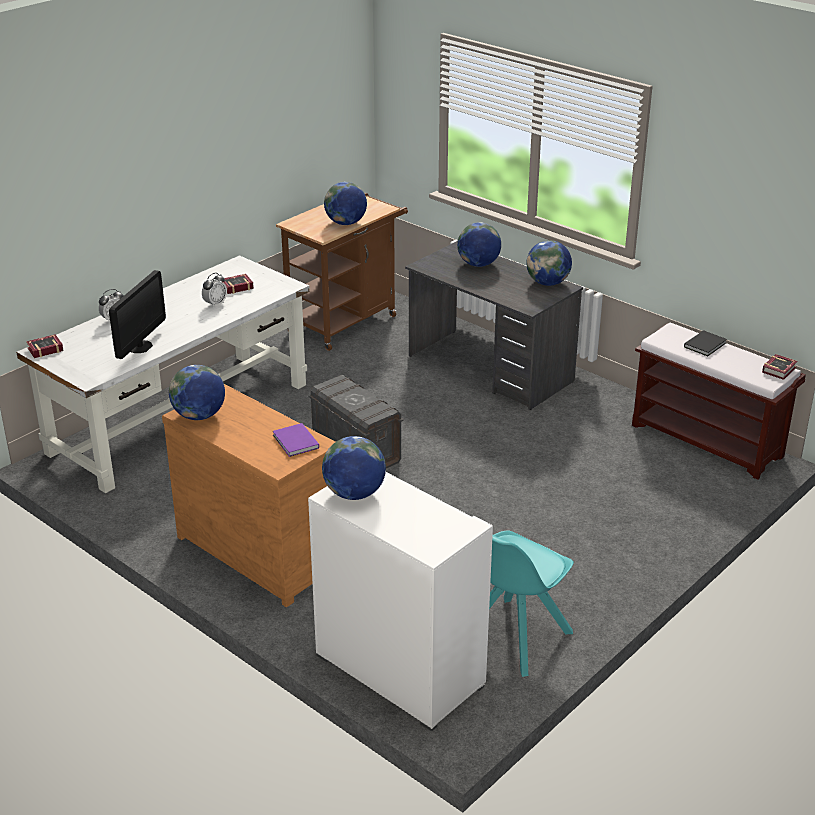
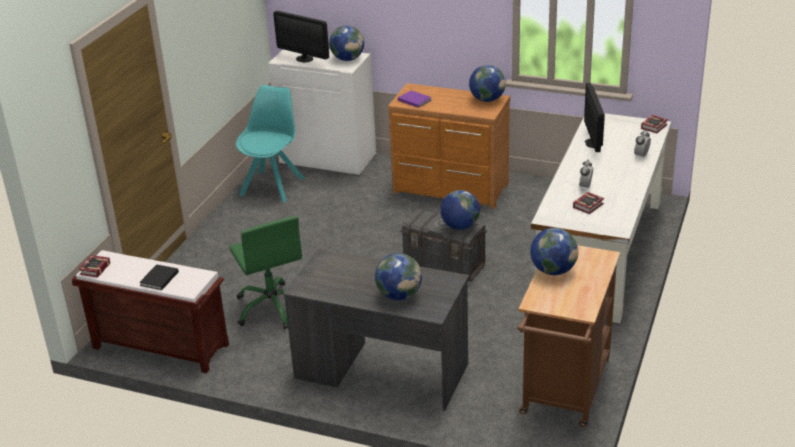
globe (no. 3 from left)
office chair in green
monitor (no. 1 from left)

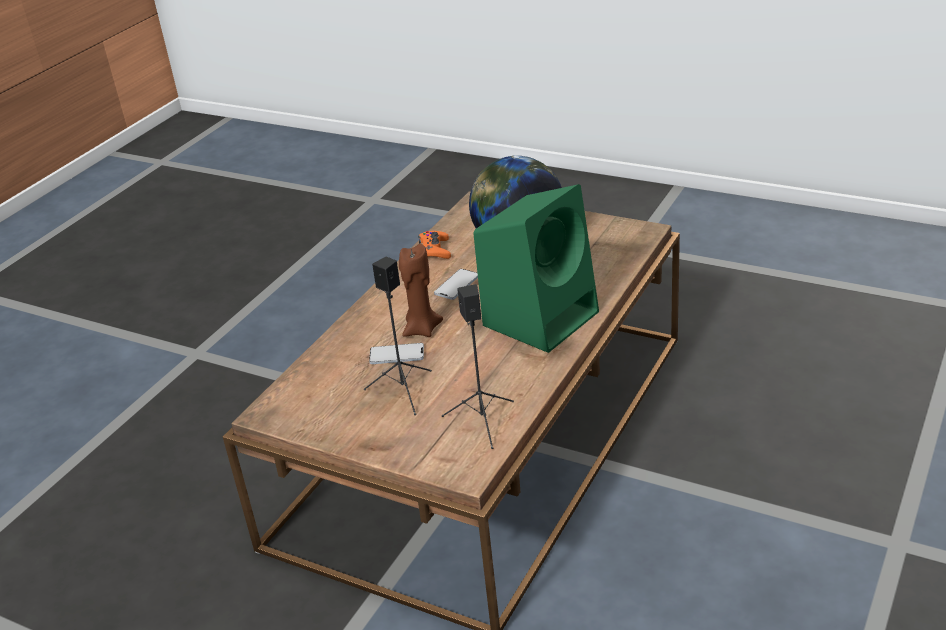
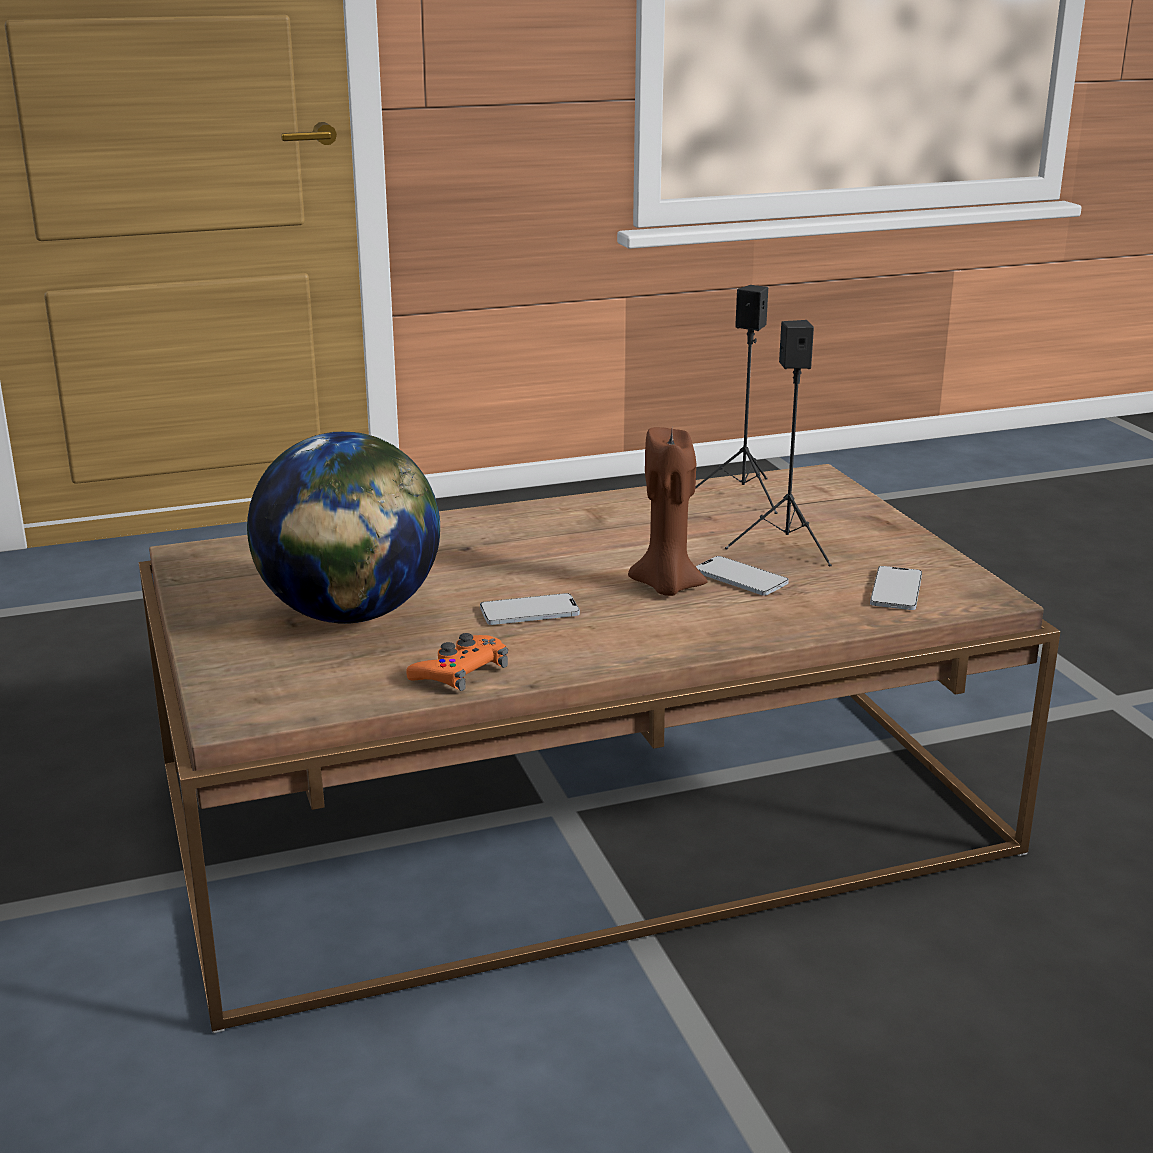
speaker in green
phone (no. 3 from left)

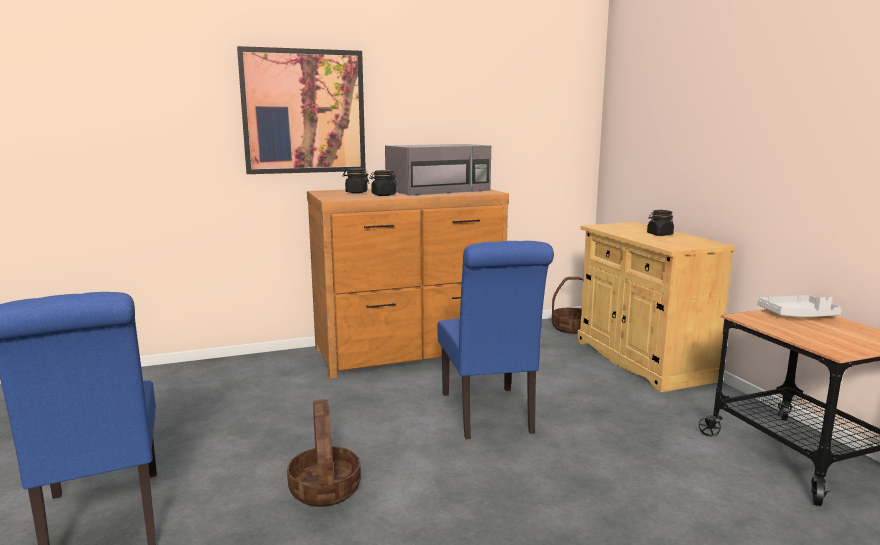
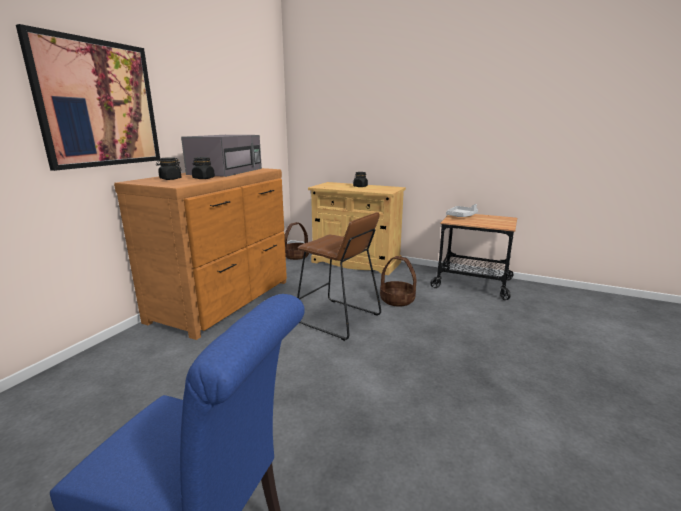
basket (no. 2 from left)
stool in brown

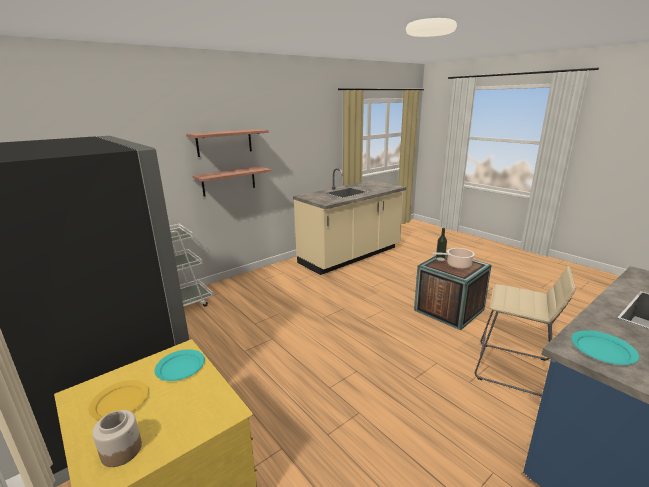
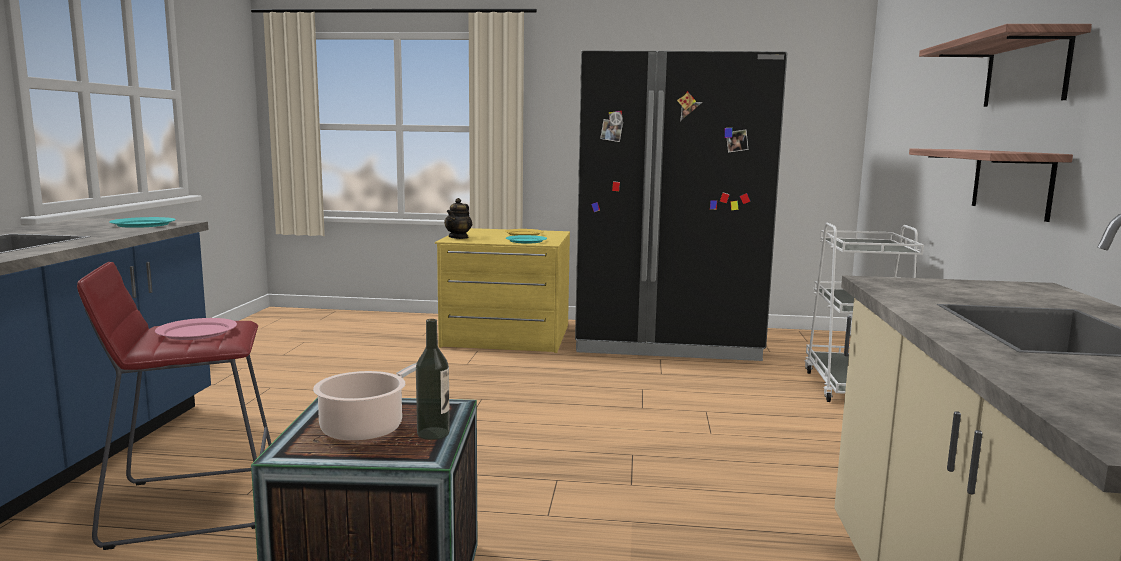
jar
stool in red
plate in pink
teapot

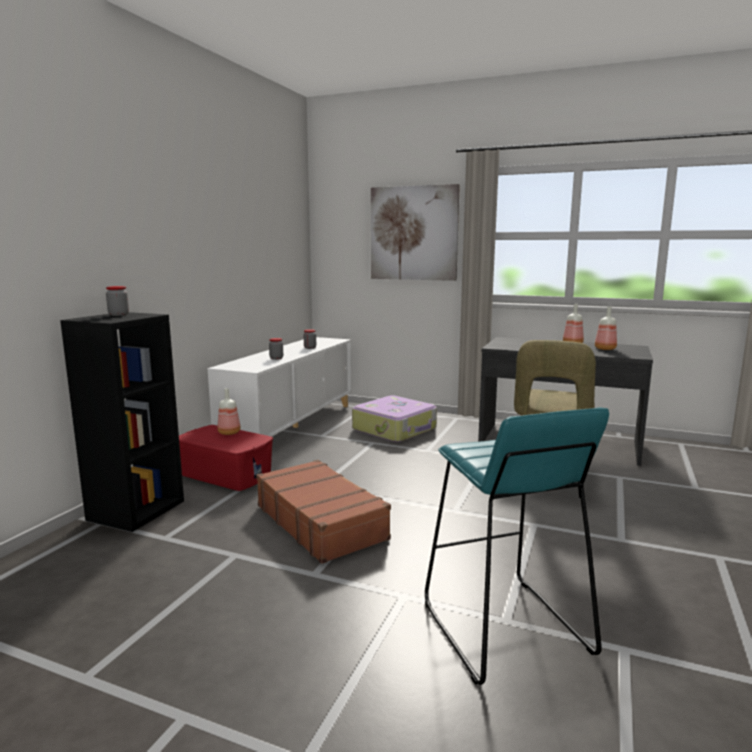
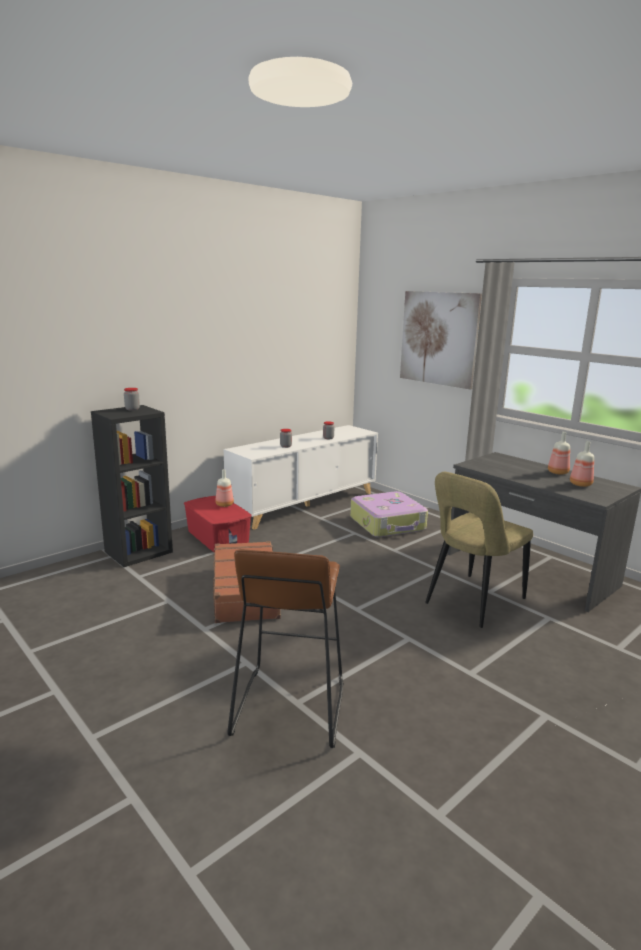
stool in brown

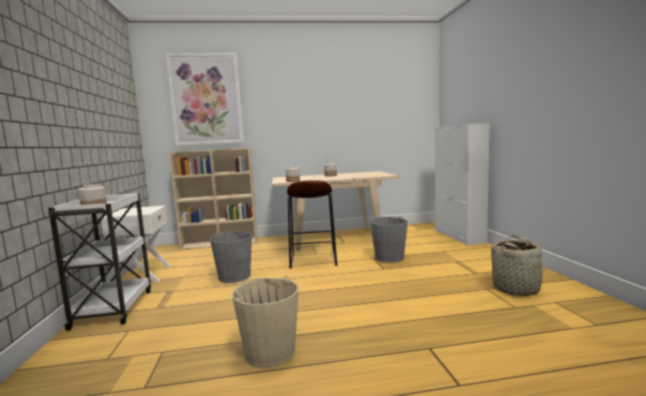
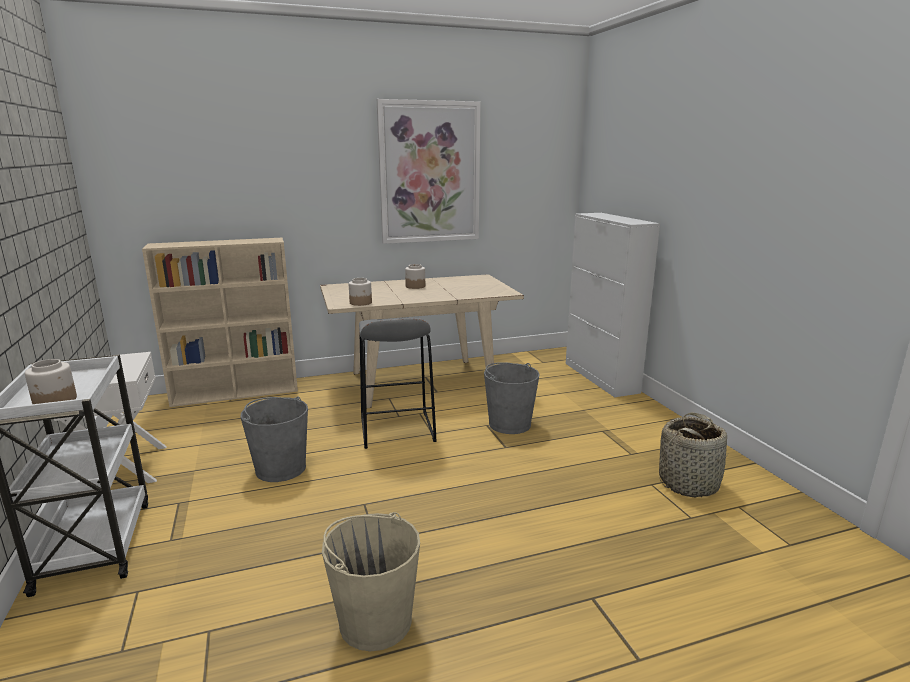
picture
stool in grey

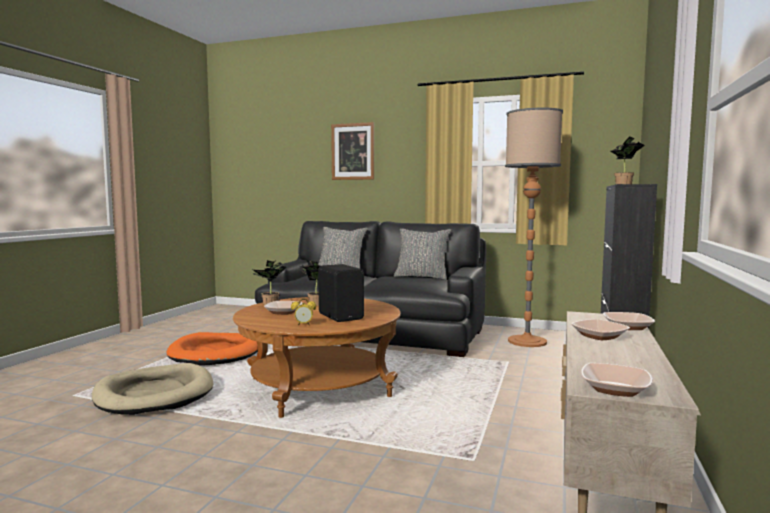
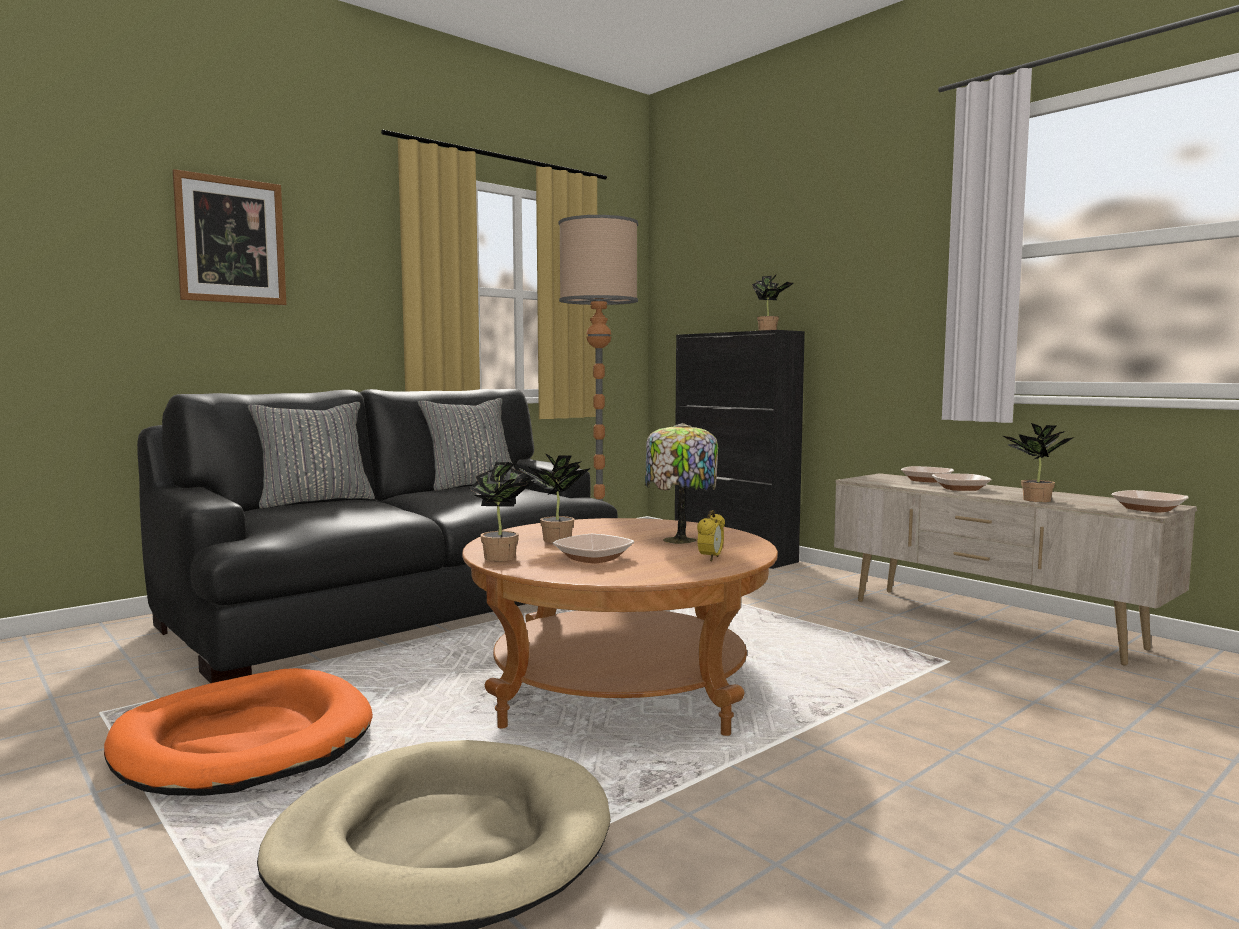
table lamp
potted plant (no. 4 from left)

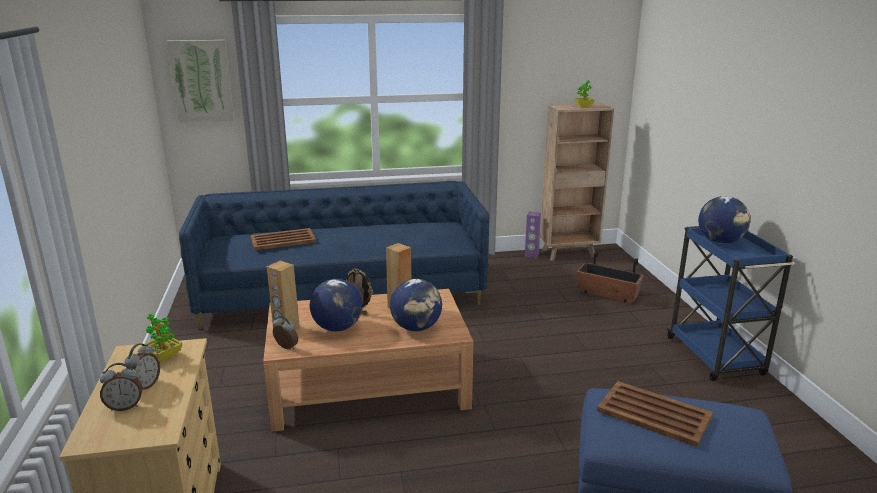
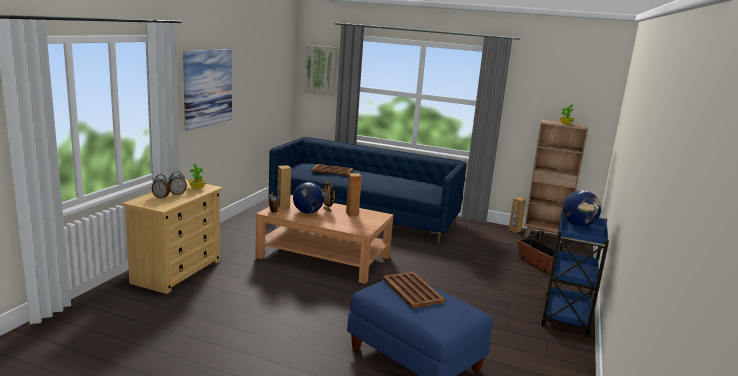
globe (no. 2 from left in the first image)
speaker in brown (no. 3 from left)
picture (no. 1 from left)

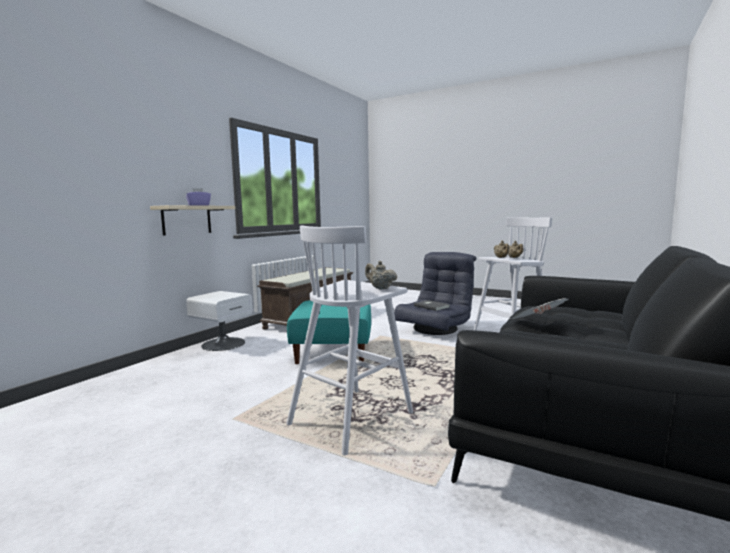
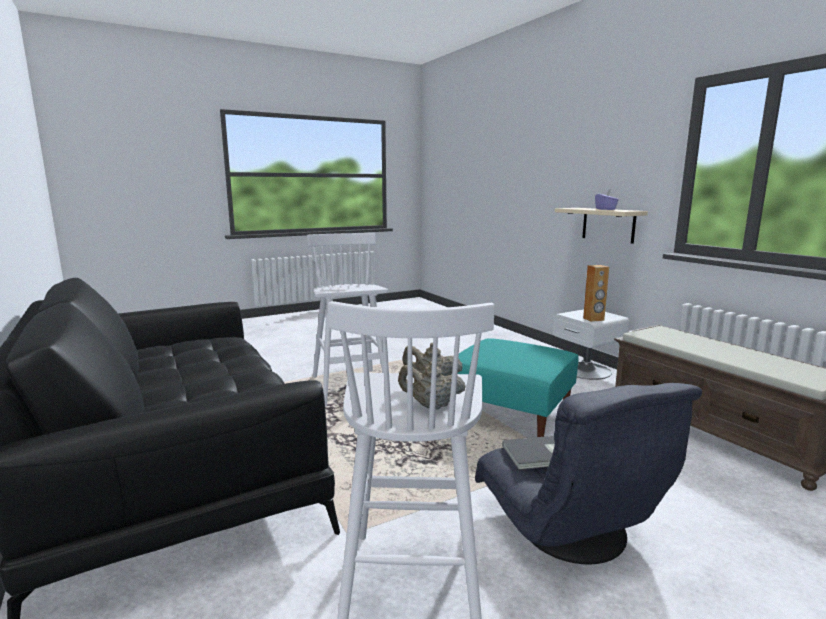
teapot in beige (no. 1 from left in the first image)
newspaper
speaker in brown

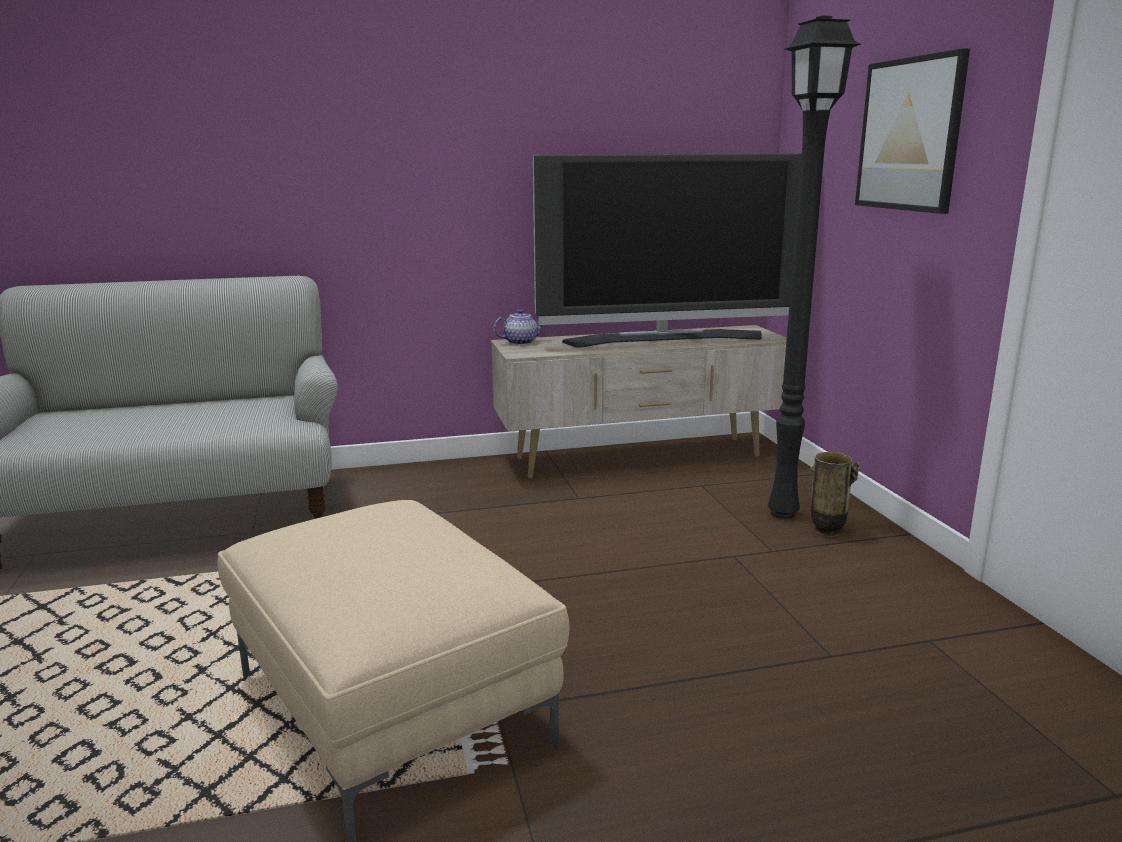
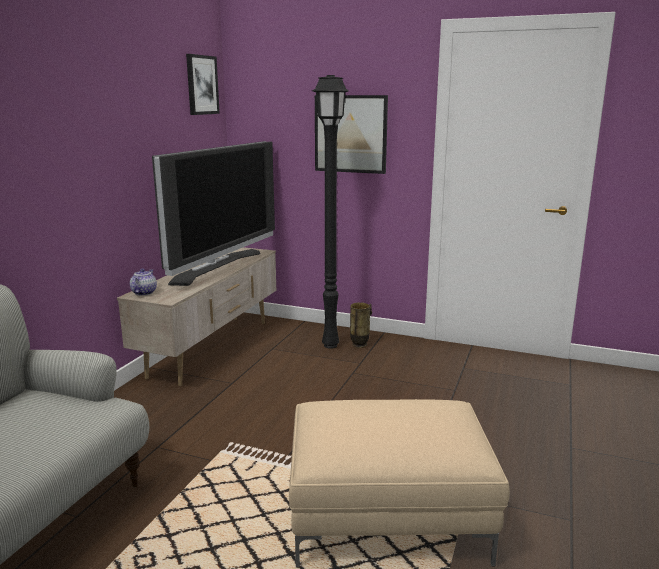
picture (no. 1 from left)

